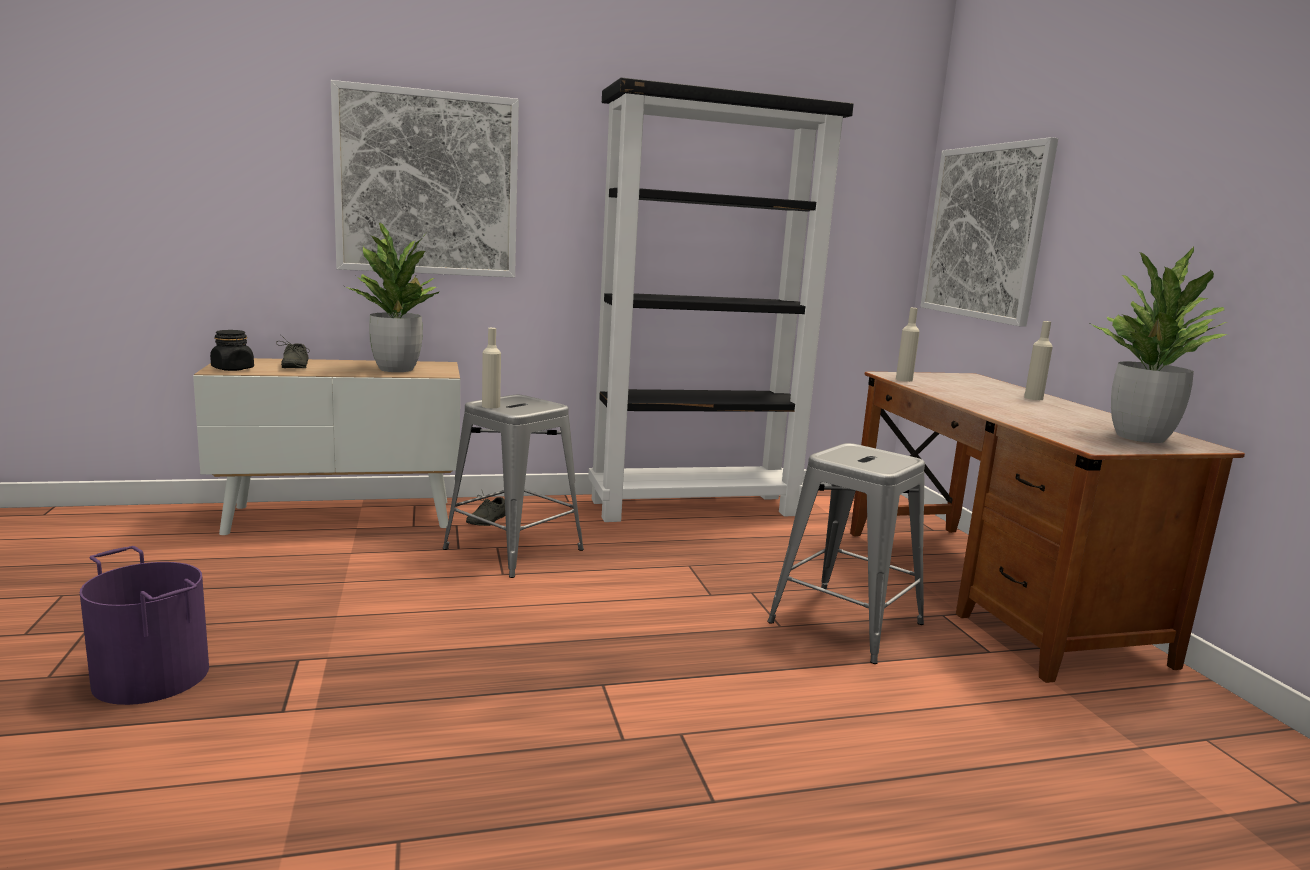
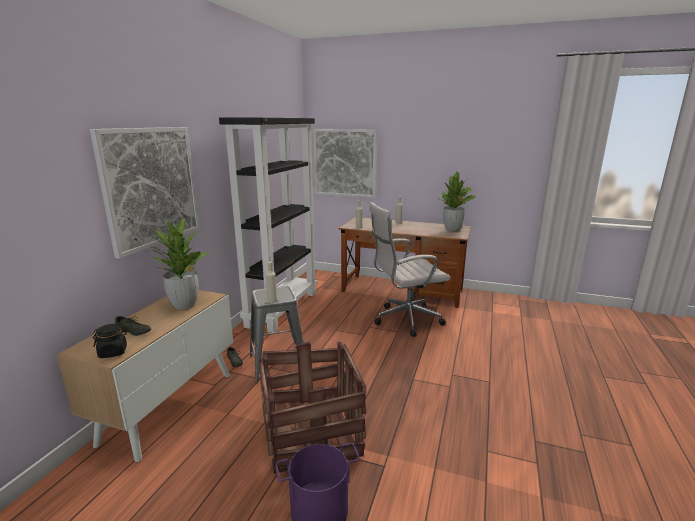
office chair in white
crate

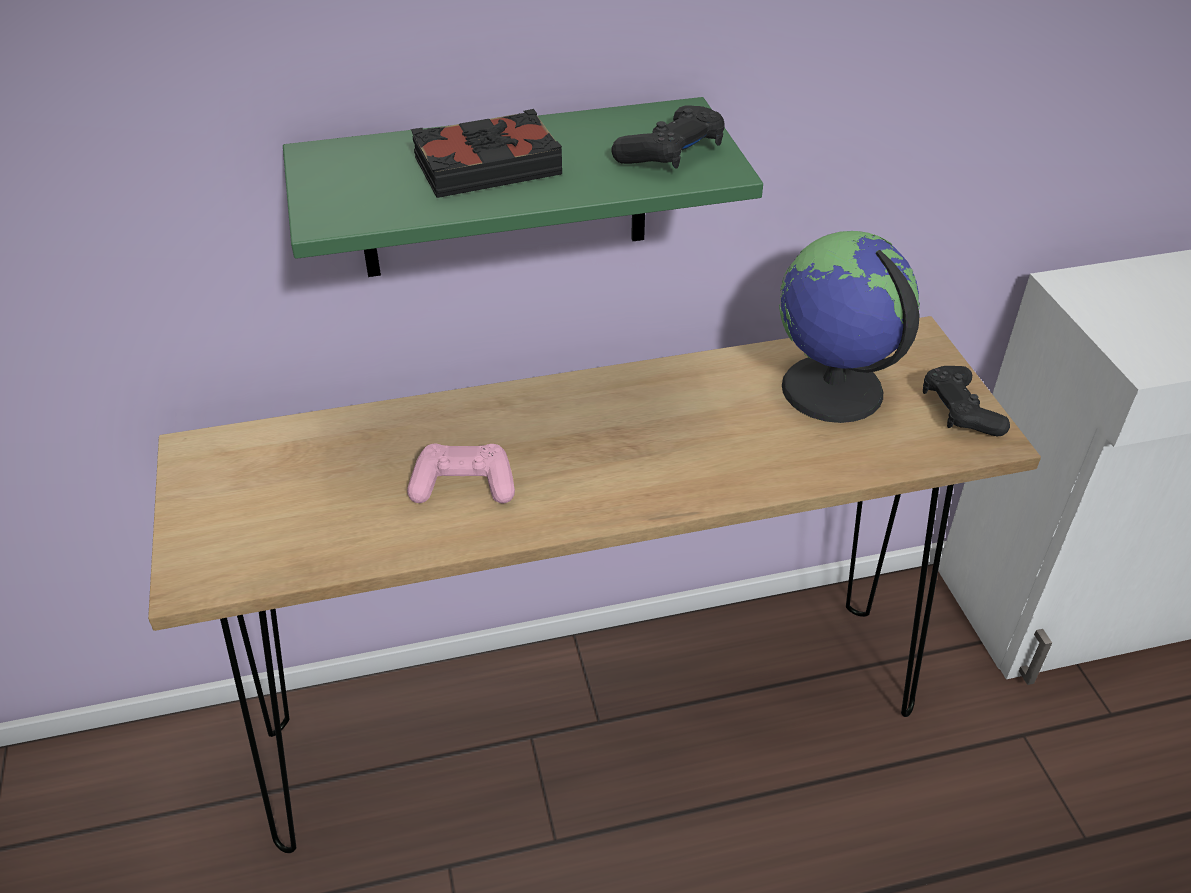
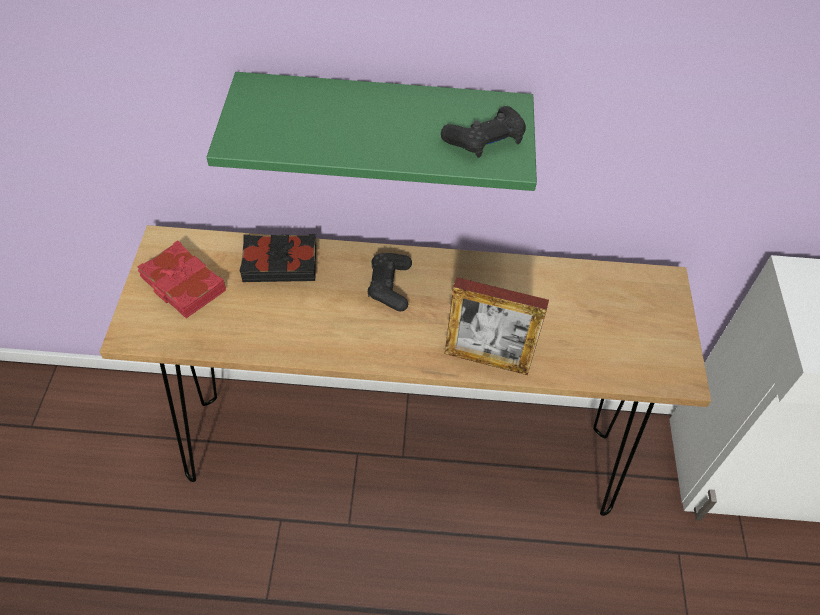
game controller in pink
book in black
globe
game controller in black (no. 1 from left)
book in red
picture frame

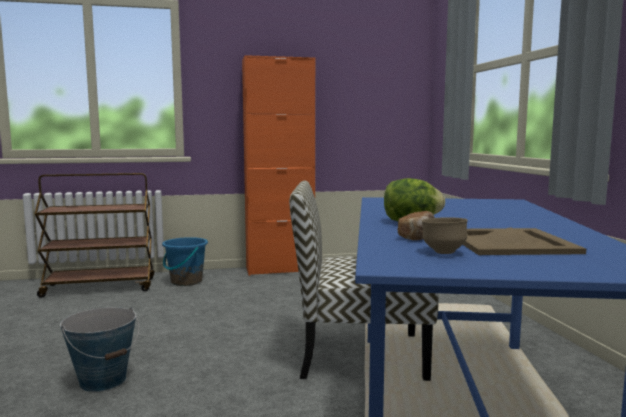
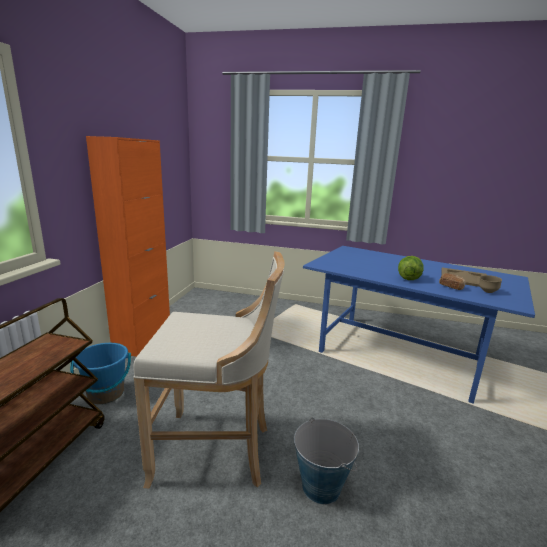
chair
stool in beige

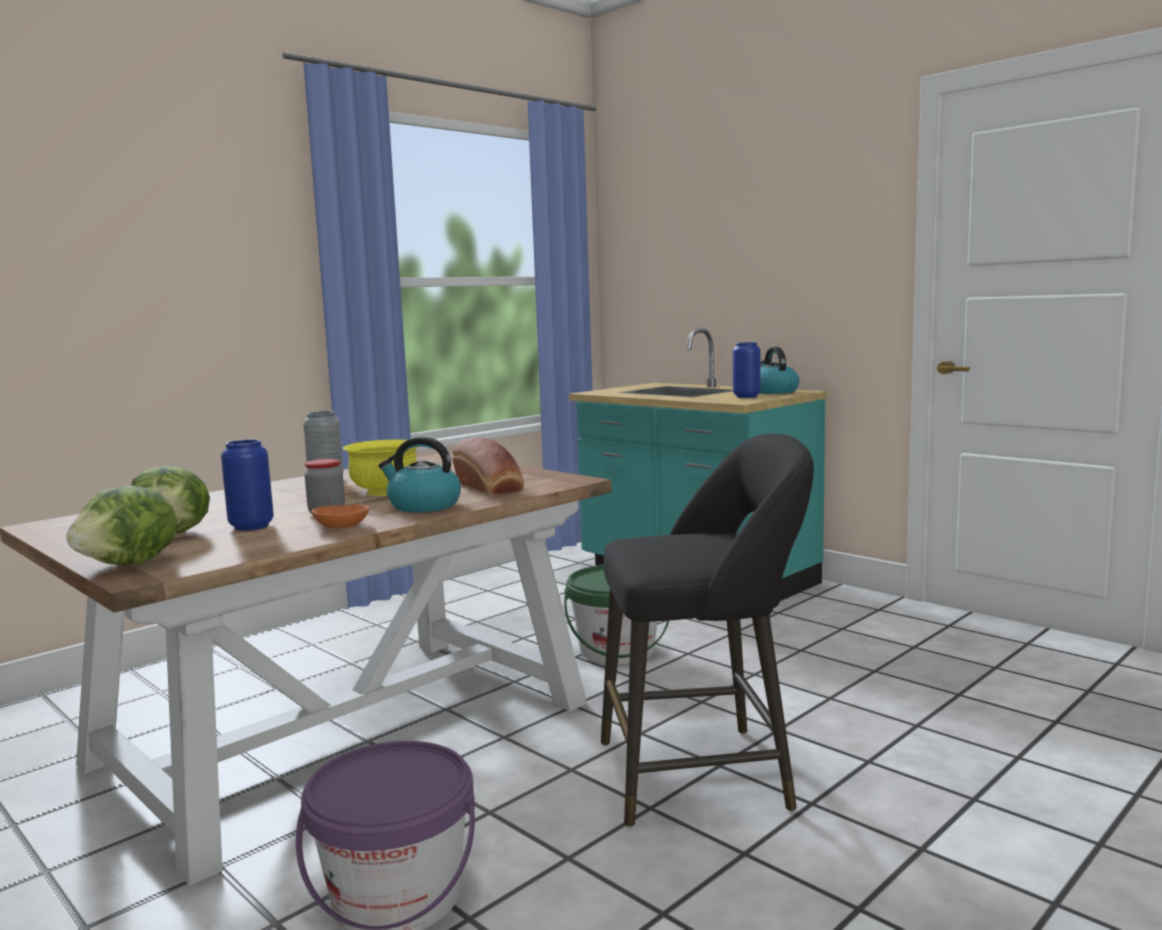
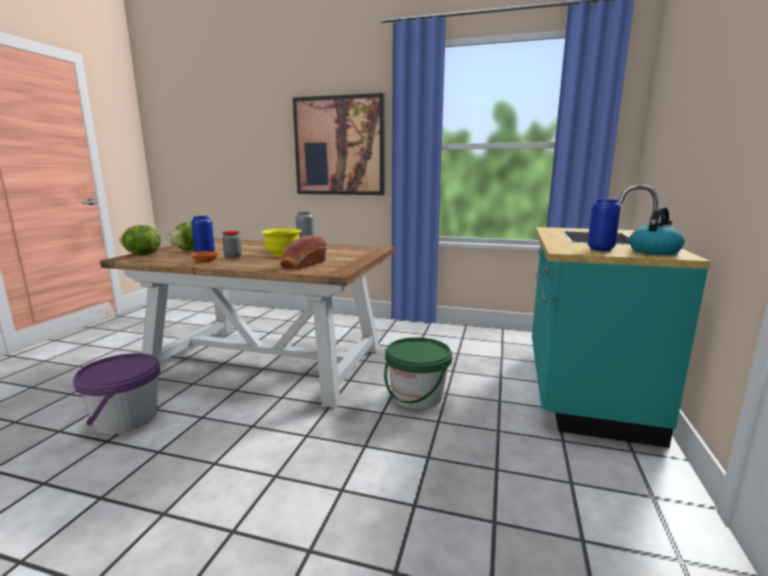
kettle (no. 1 from left in the first image)
stool in black
picture

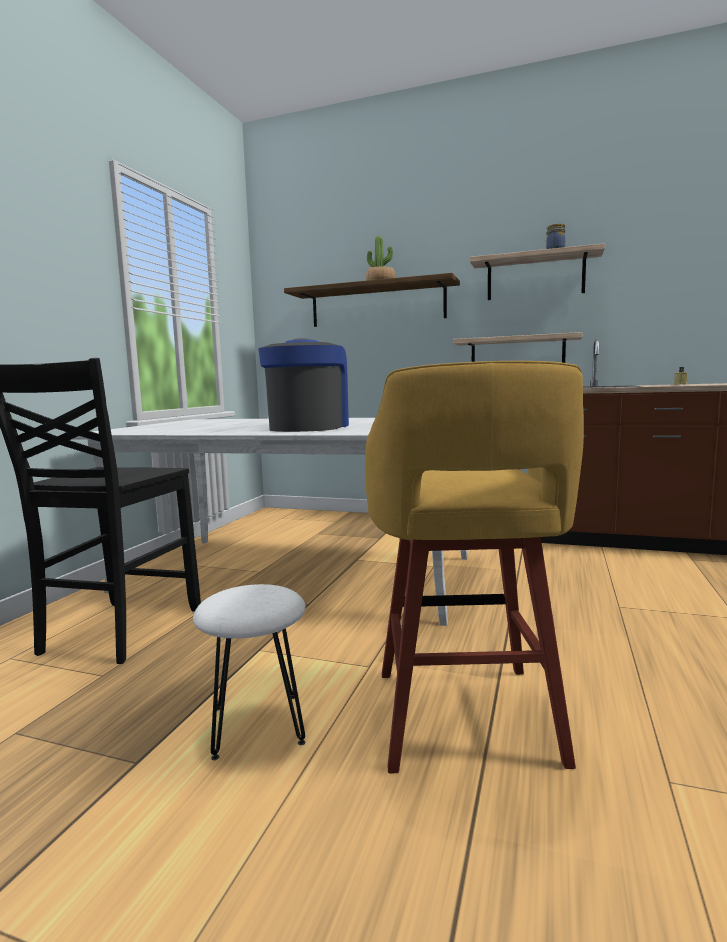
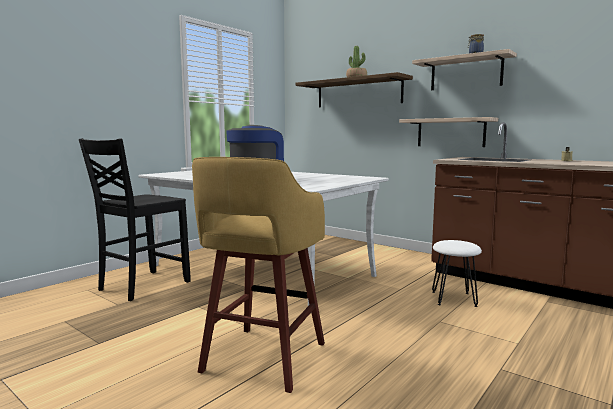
stool in white

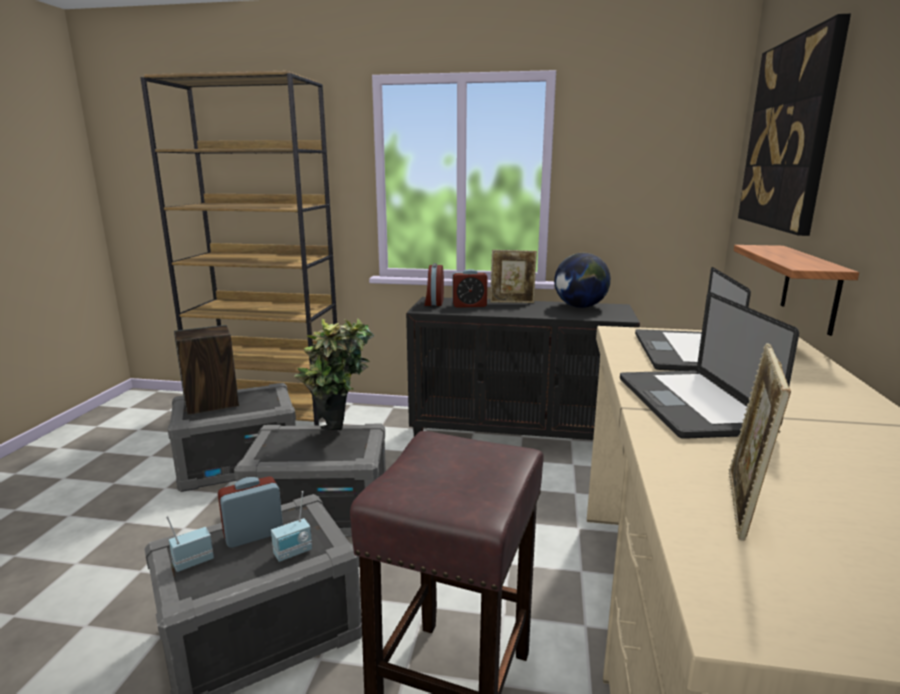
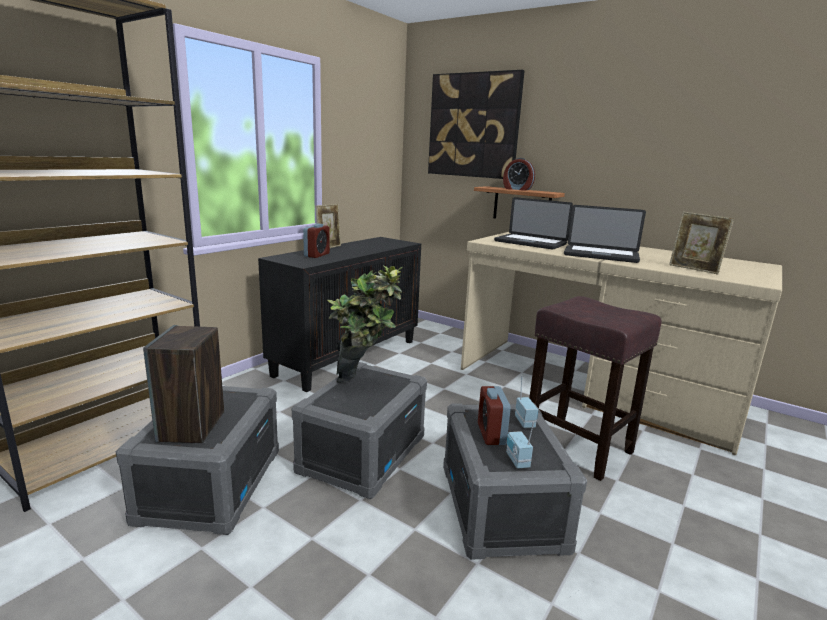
alarm clock (no. 3 from left)
globe

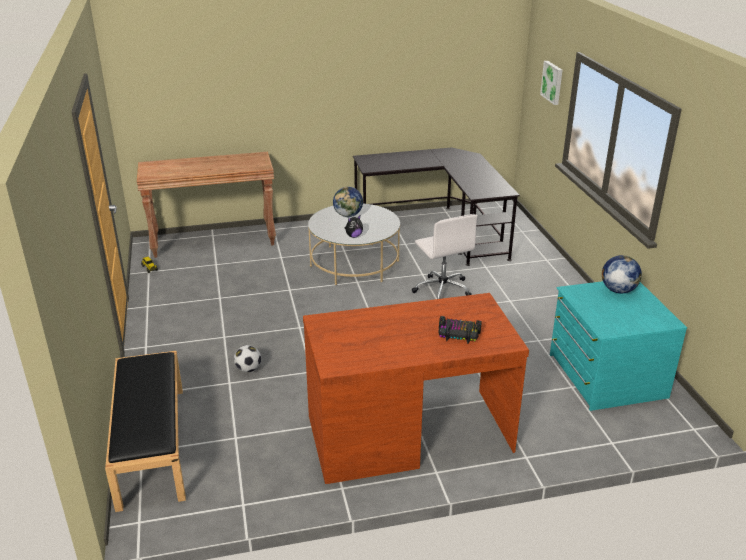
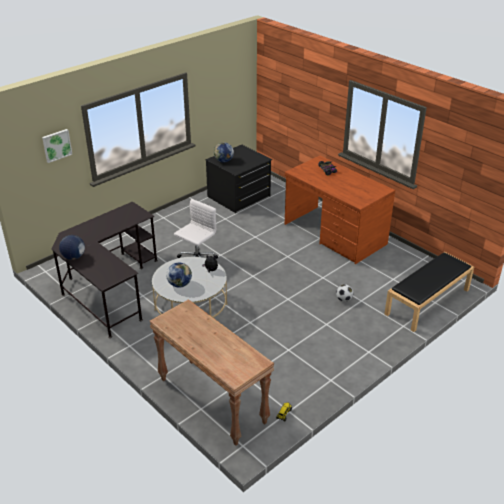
dresser in black
globe (no. 1 from left)

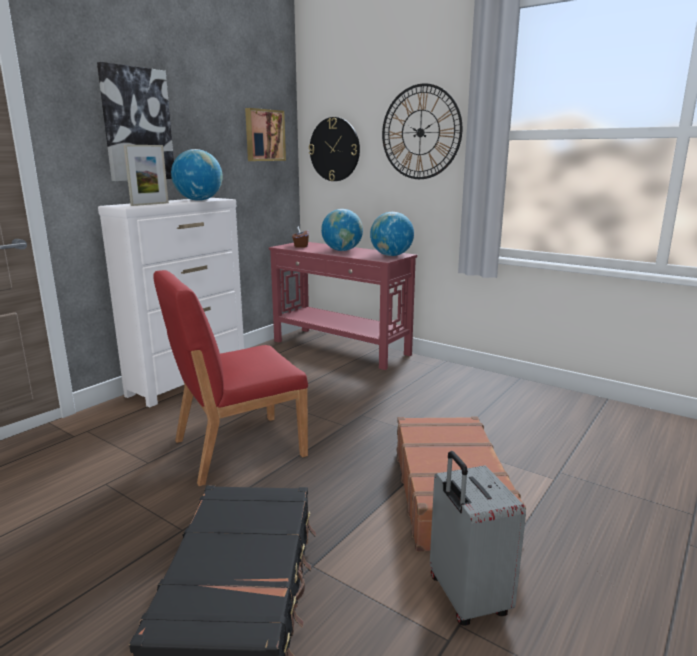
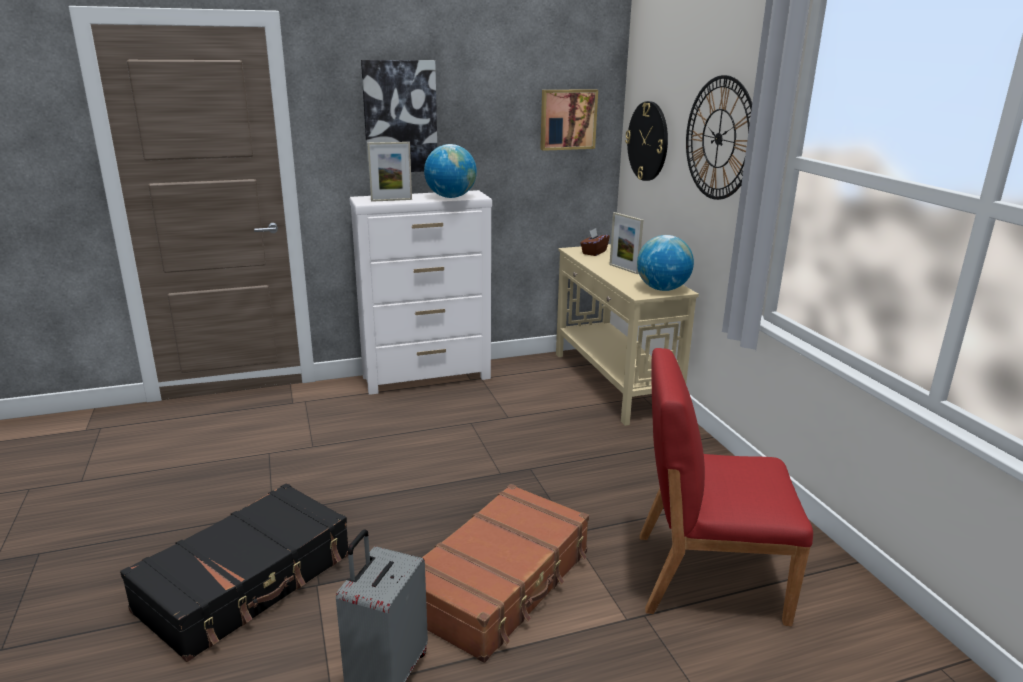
chair in red
console table in beige
picture frame (no. 2 from left)

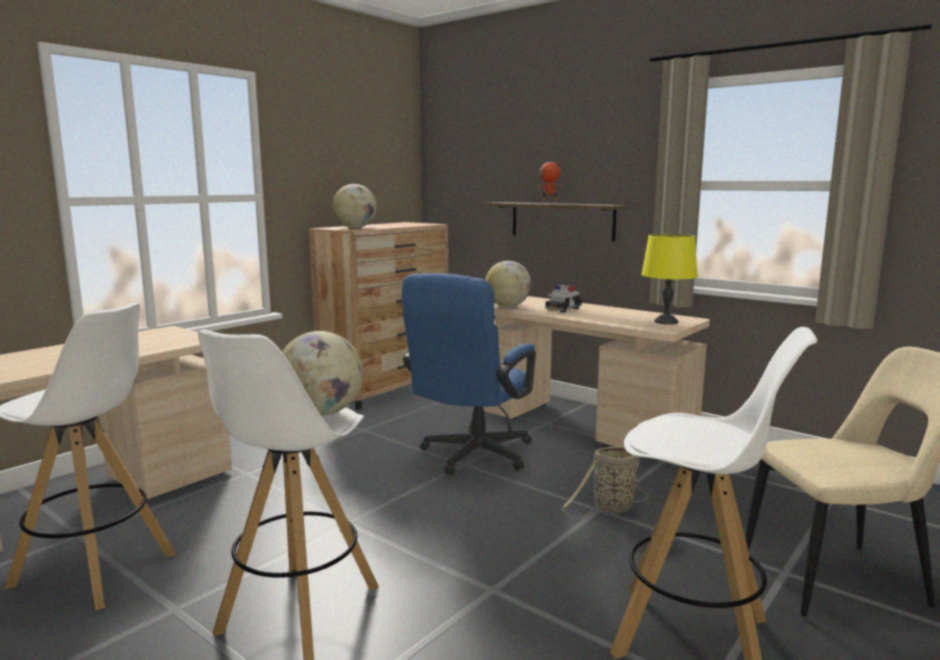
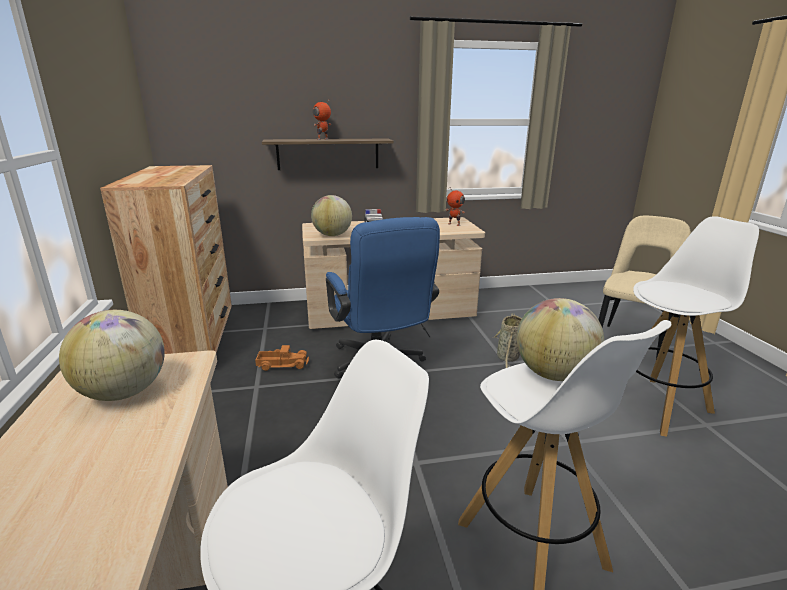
globe (no. 1 from left)
toy robot (no. 2 from left)
toy truck

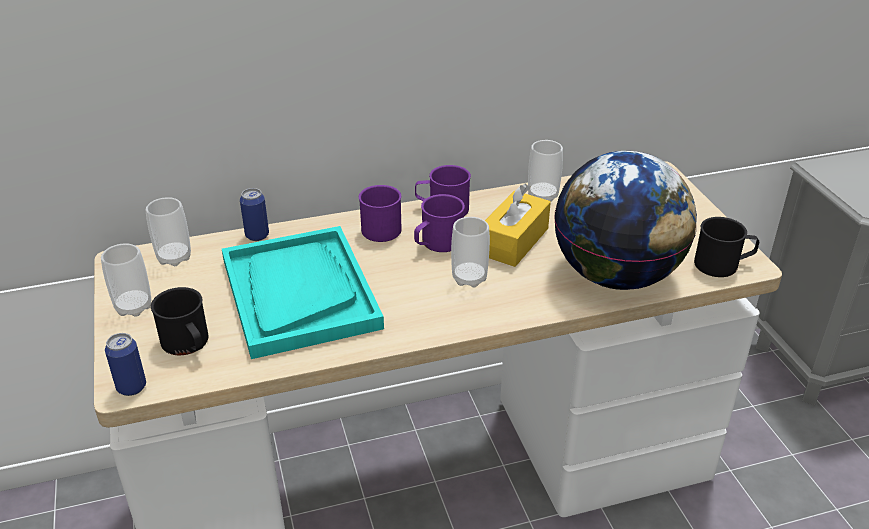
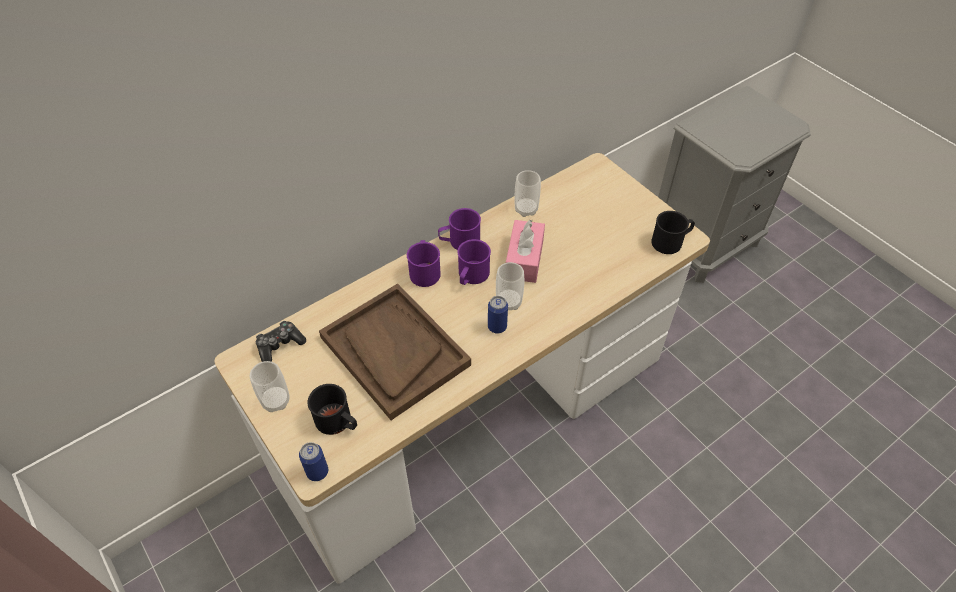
game controller
tray in brown
can (no. 2 from left)
tissue box in pink
globe

